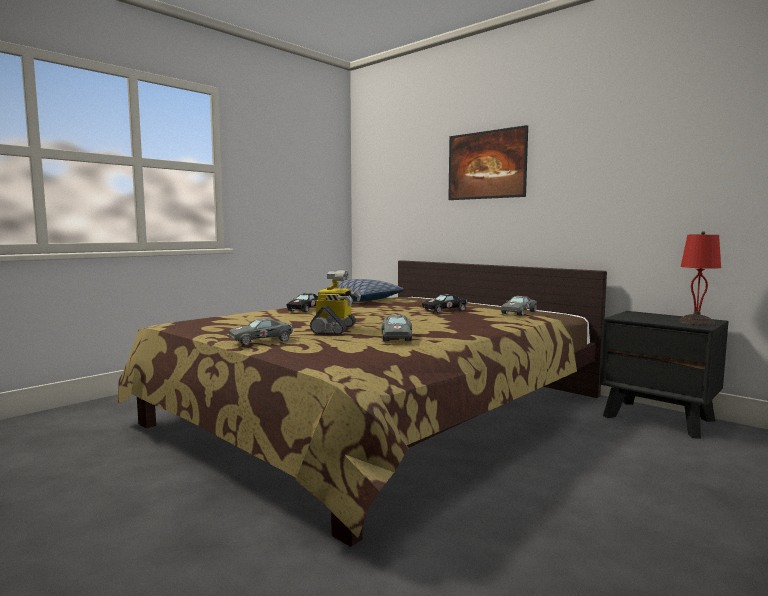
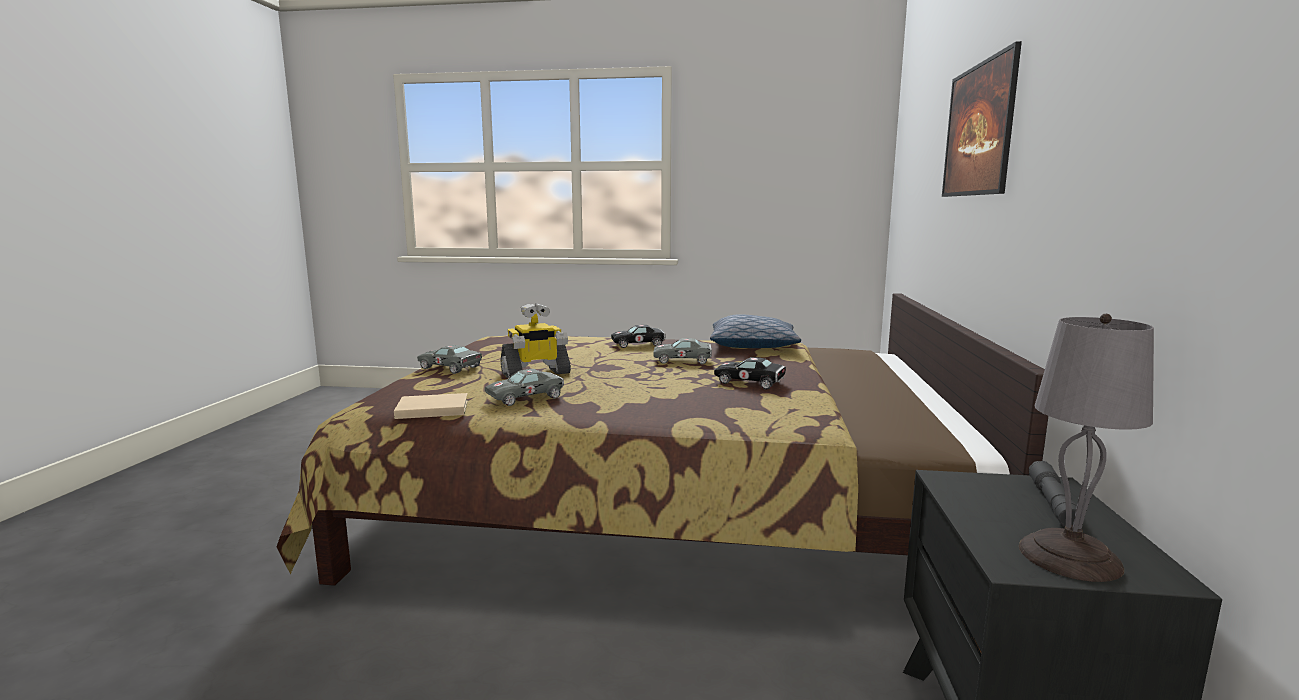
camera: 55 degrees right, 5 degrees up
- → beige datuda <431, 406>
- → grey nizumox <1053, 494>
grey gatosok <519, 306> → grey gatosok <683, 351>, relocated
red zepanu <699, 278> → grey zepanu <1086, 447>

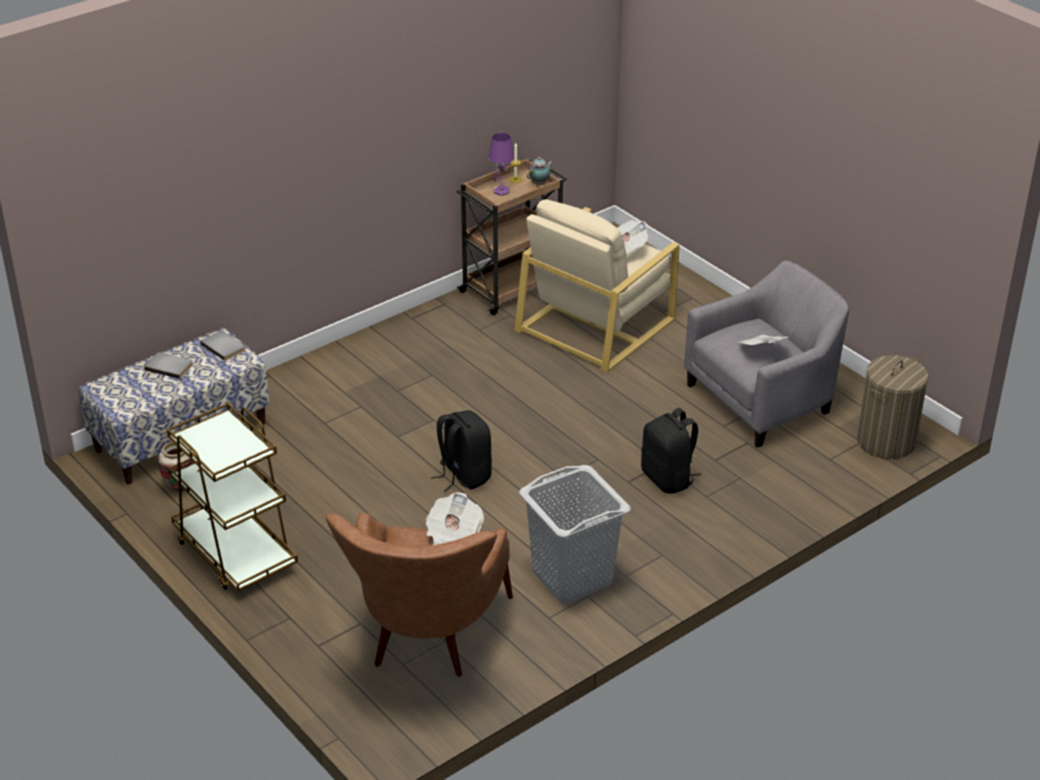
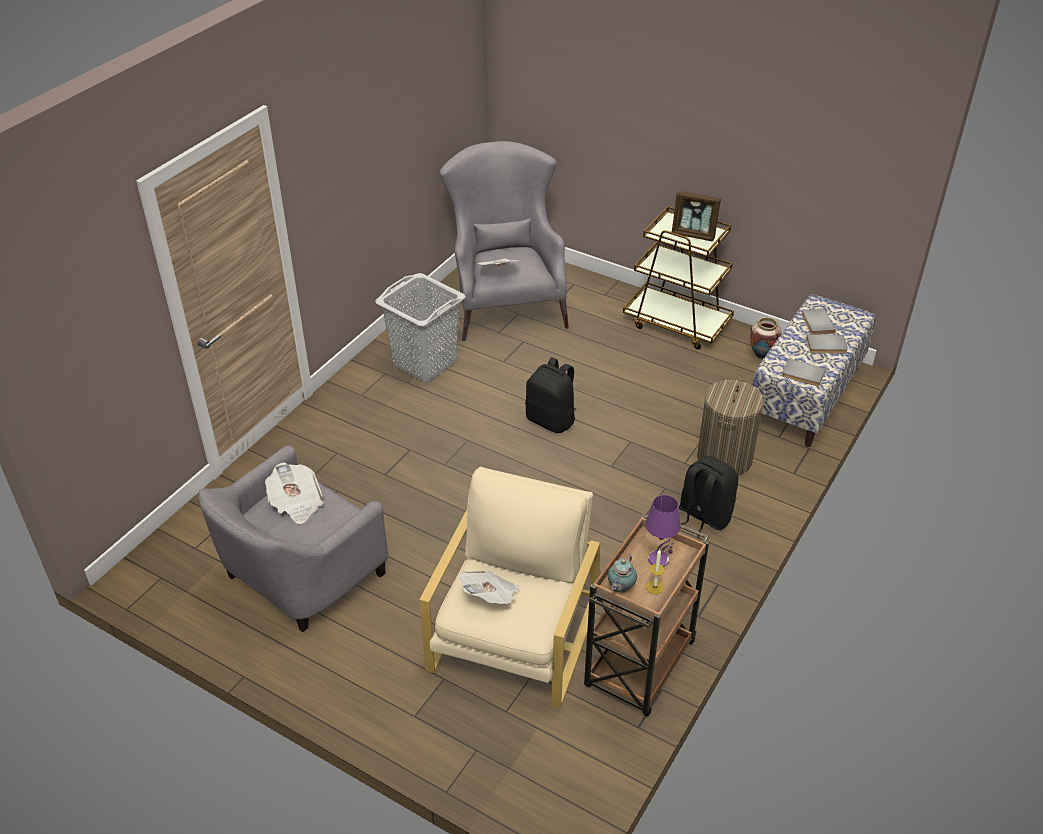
camera: 160 degrees right, 5 degrees up
- → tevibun <696, 216>
- → grey datuda <818, 321>
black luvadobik <671, 451> → black luvadobik <708, 497>, relocated
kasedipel <893, 407> → kasedipel <730, 427>, relocated
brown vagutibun <419, 595> → grey vagutibun <504, 241>

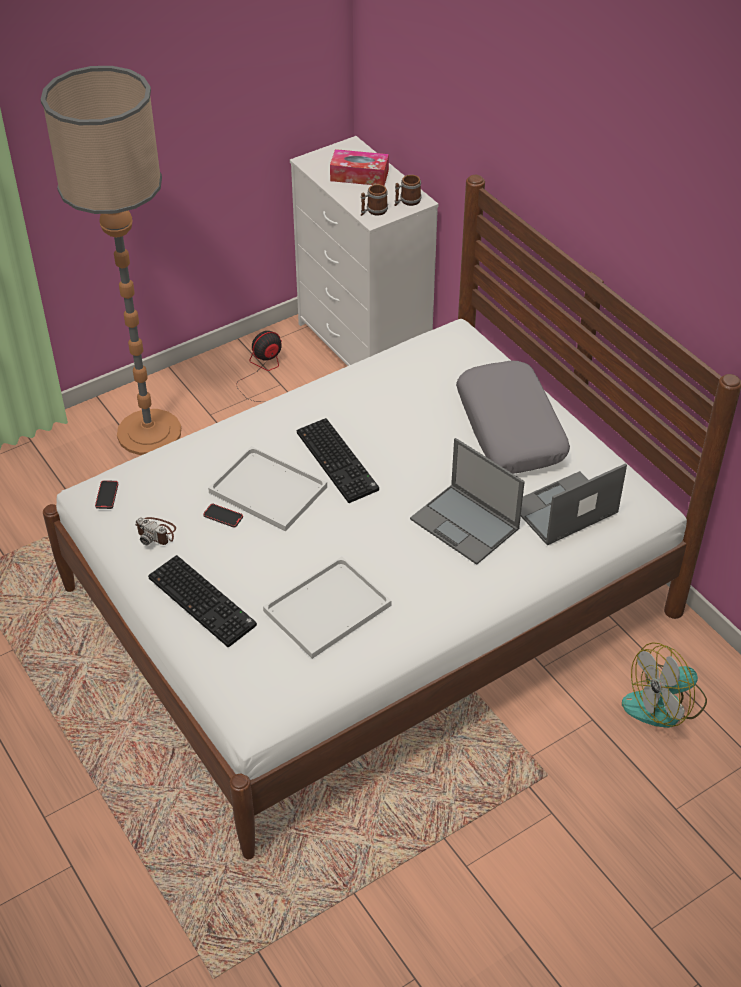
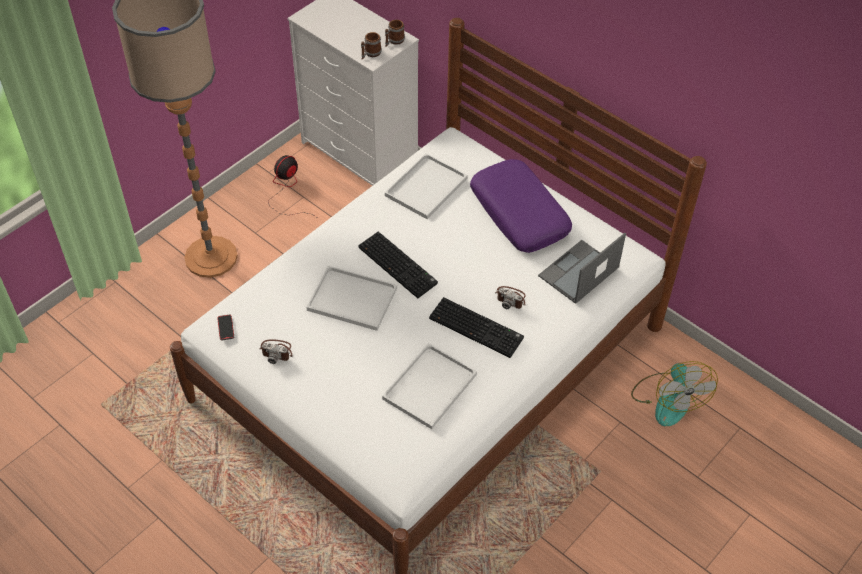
camera: 15 degrees left, 5 degrees up
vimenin <223, 516> → -
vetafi <359, 167> → -
- → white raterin <426, 186>
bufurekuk <202, 601> → bufurekuk <476, 327>, relocated
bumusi <467, 501> → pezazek <510, 297>
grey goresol <513, 417> → purple goresol <521, 206>
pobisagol <664, 685> → pobisagol <674, 393>, 60 degrees counterclockwise

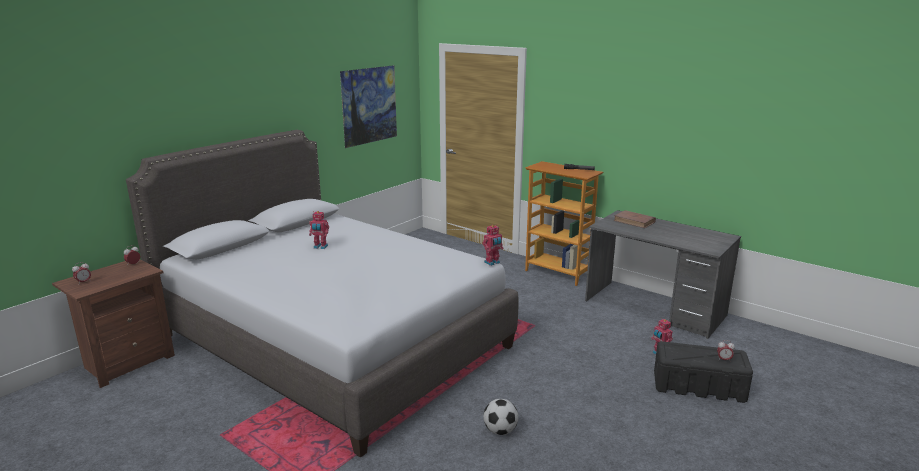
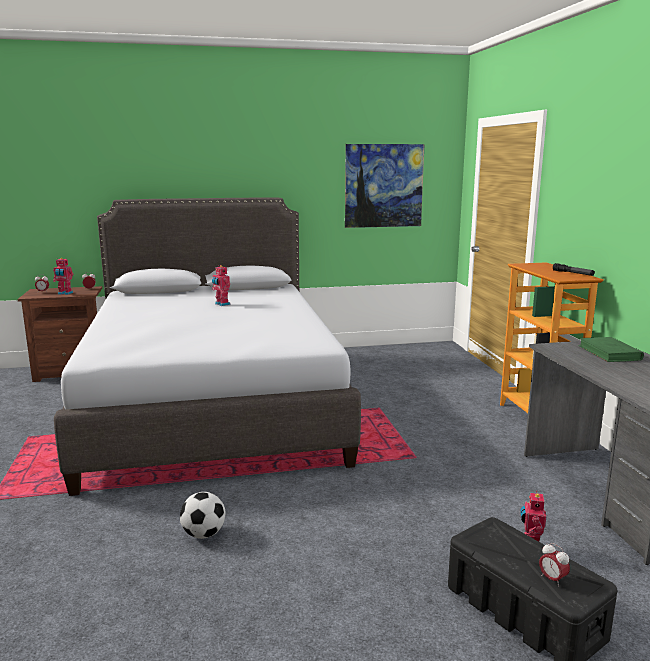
camera: 40 degrees right, 5 degrees down
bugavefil <493, 245> → bugavefil <63, 276>, relocated
brown datuda <634, 219> → green datuda <611, 349>

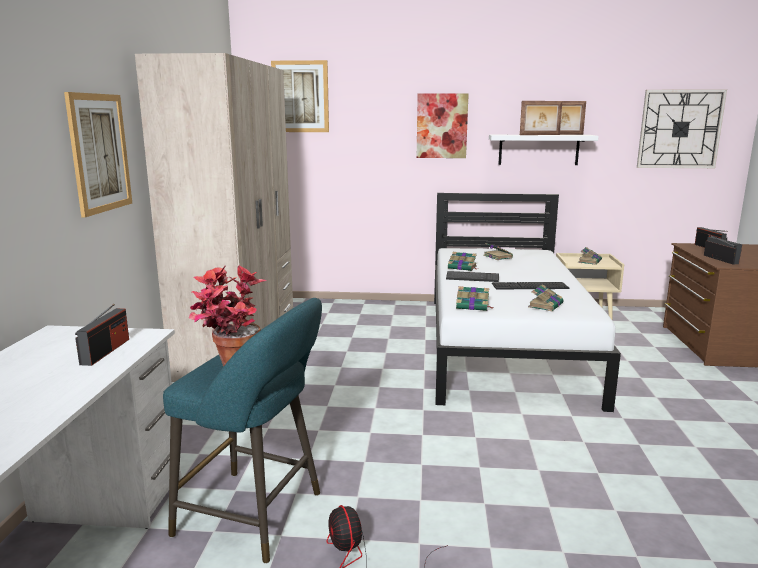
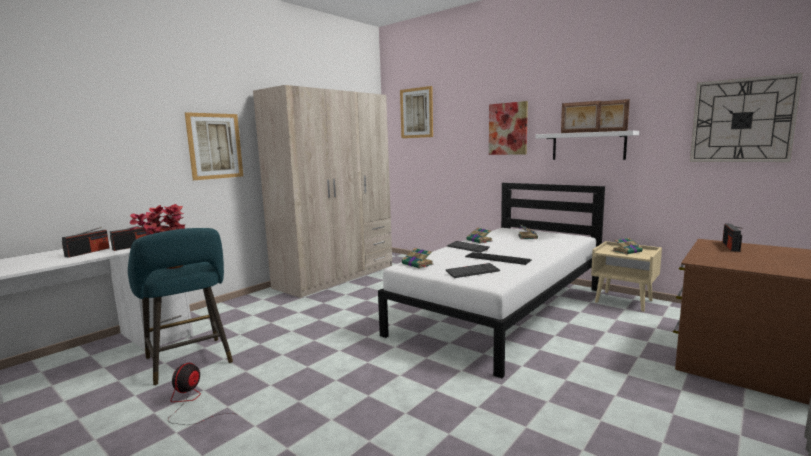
camera: 35 degrees right, 5 degrees down
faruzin <723, 249> → faruzin <86, 242>, relocated
datuda <546, 297> → bufurekuk <473, 270>

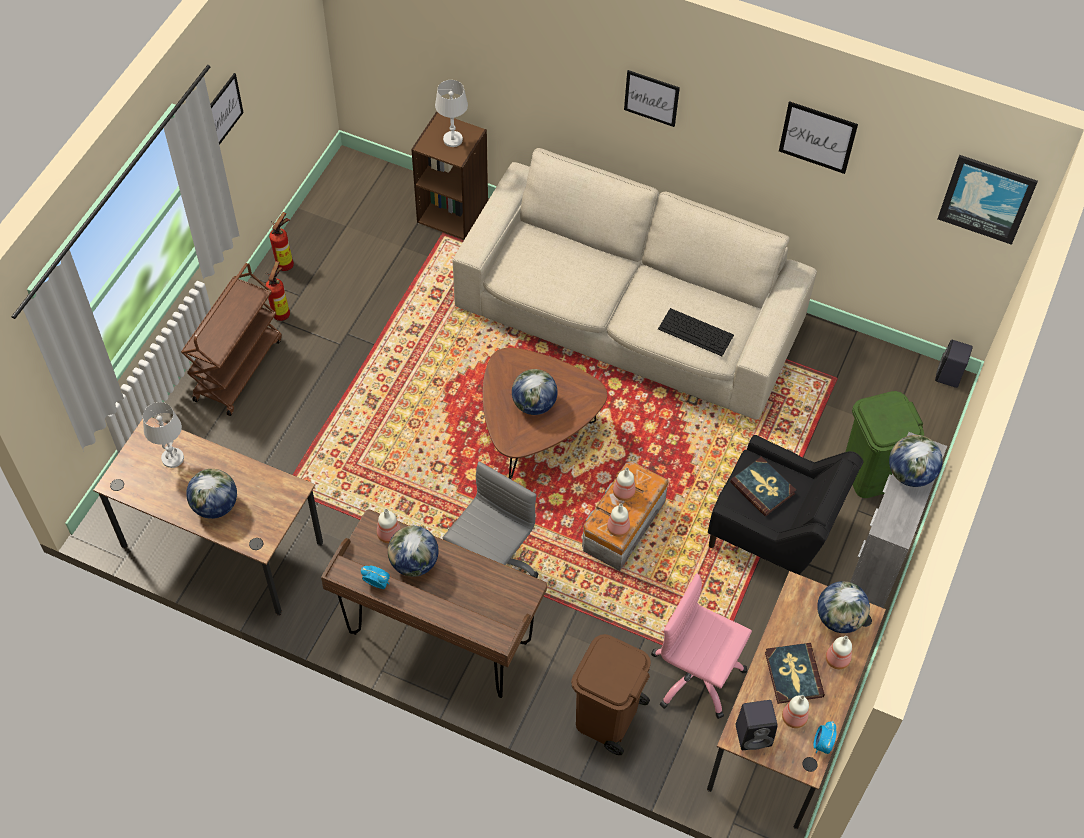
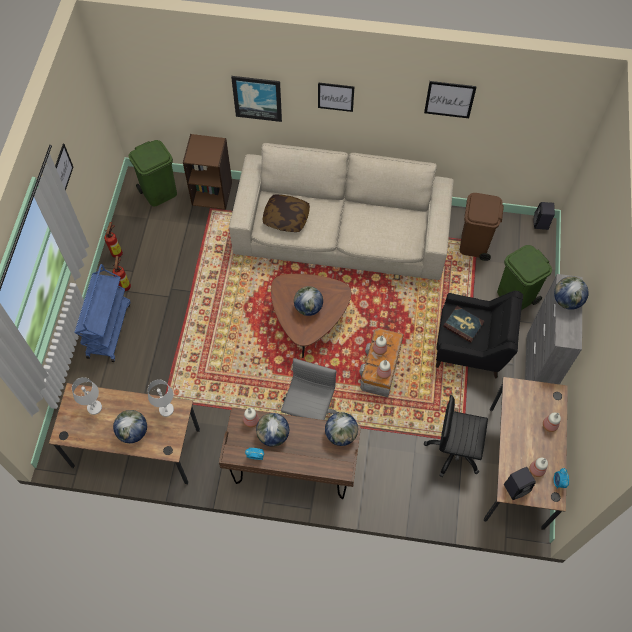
camera: 15 degrees left, 5 degrees up
bufurekuk <696, 332> → -
datuda <795, 673> → -
- → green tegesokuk <153, 173>
- → goresol <286, 213>
white zepanu <451, 113> → white zepanu <161, 398>, relocated
brown tegesokuk <611, 694> → brown tegesokuk <482, 227>, relocated
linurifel <843, 607> → linurifel <341, 429>, relocated
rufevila <987, 200> → rufevila <256, 99>, relocated
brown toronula <231, 339> → blue toronula <102, 313>
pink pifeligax <701, 646> → black pifeligax <456, 436>

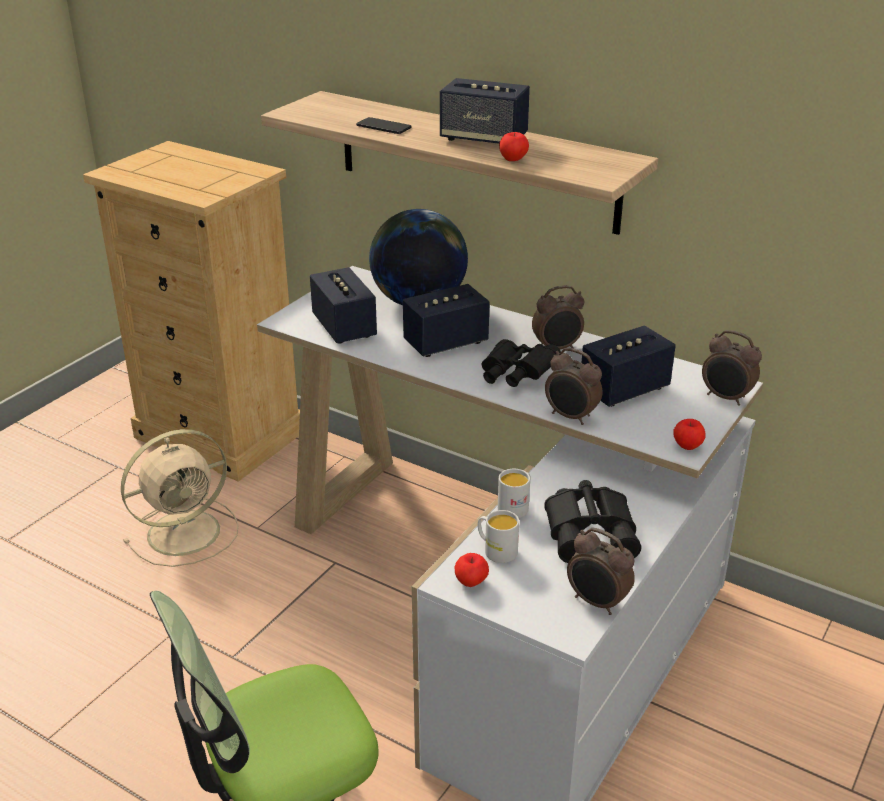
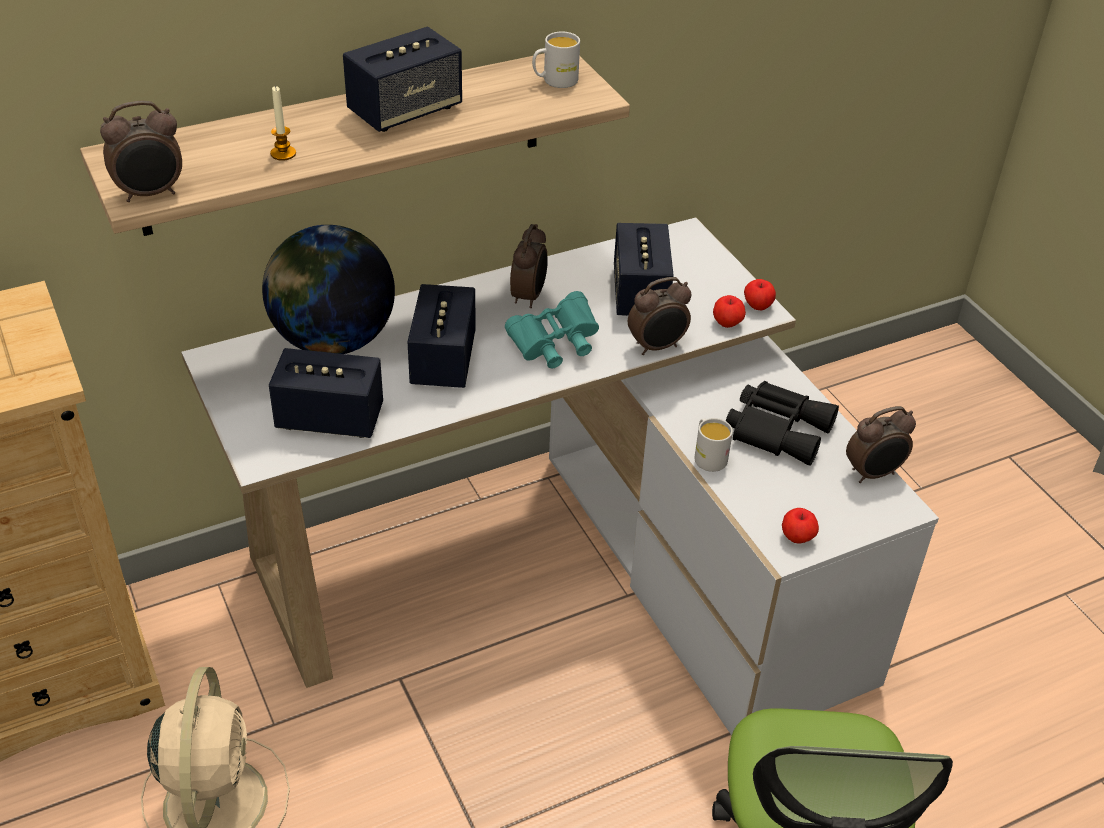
camera: 60 degrees left, 10 degrees up
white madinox <498, 536> → white madinox <556, 60>, relocated
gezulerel <514, 146> → gezulerel <729, 311>, relocated
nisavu <732, 368> → nisavu <141, 151>, relocated
vimenin <384, 125> → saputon <283, 123>
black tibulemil <521, 363> → turquoise tibulemil <552, 329>

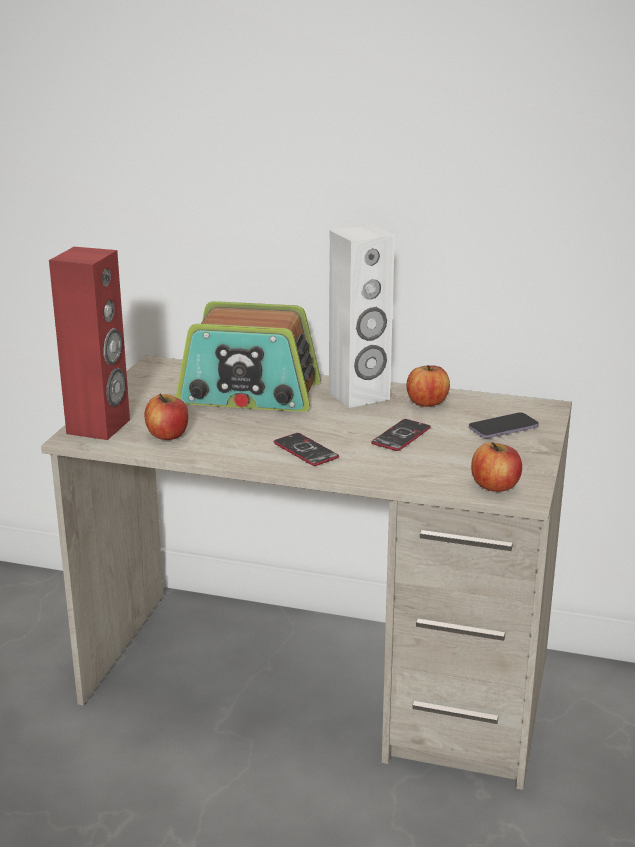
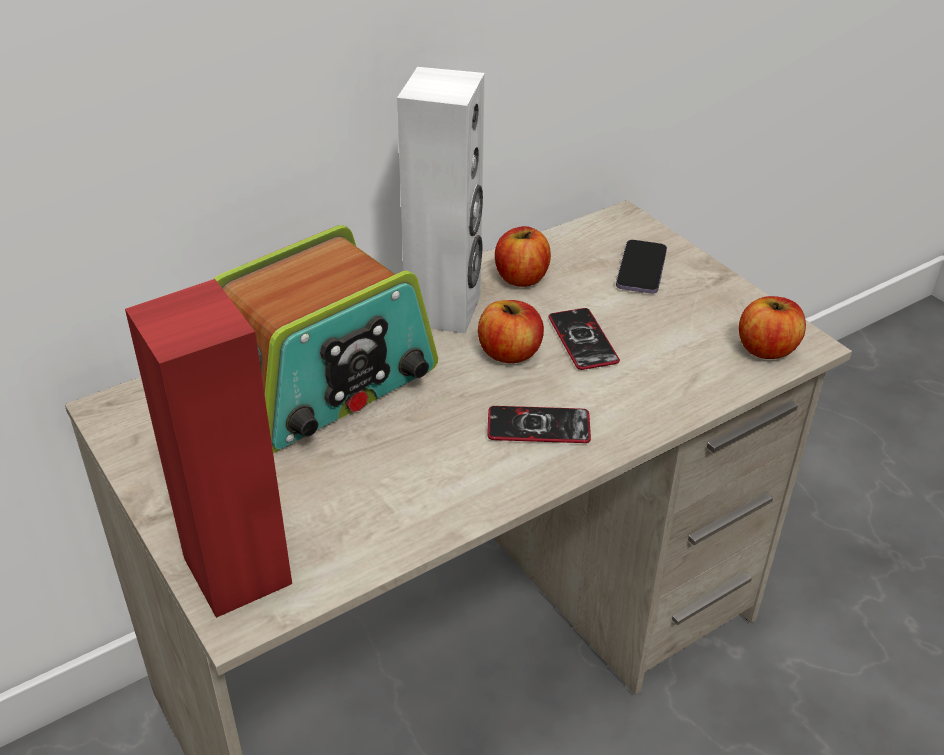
camera: 50 degrees left, 15 degrees up
gezulerel <166, 417> → gezulerel <511, 331>, relocated

